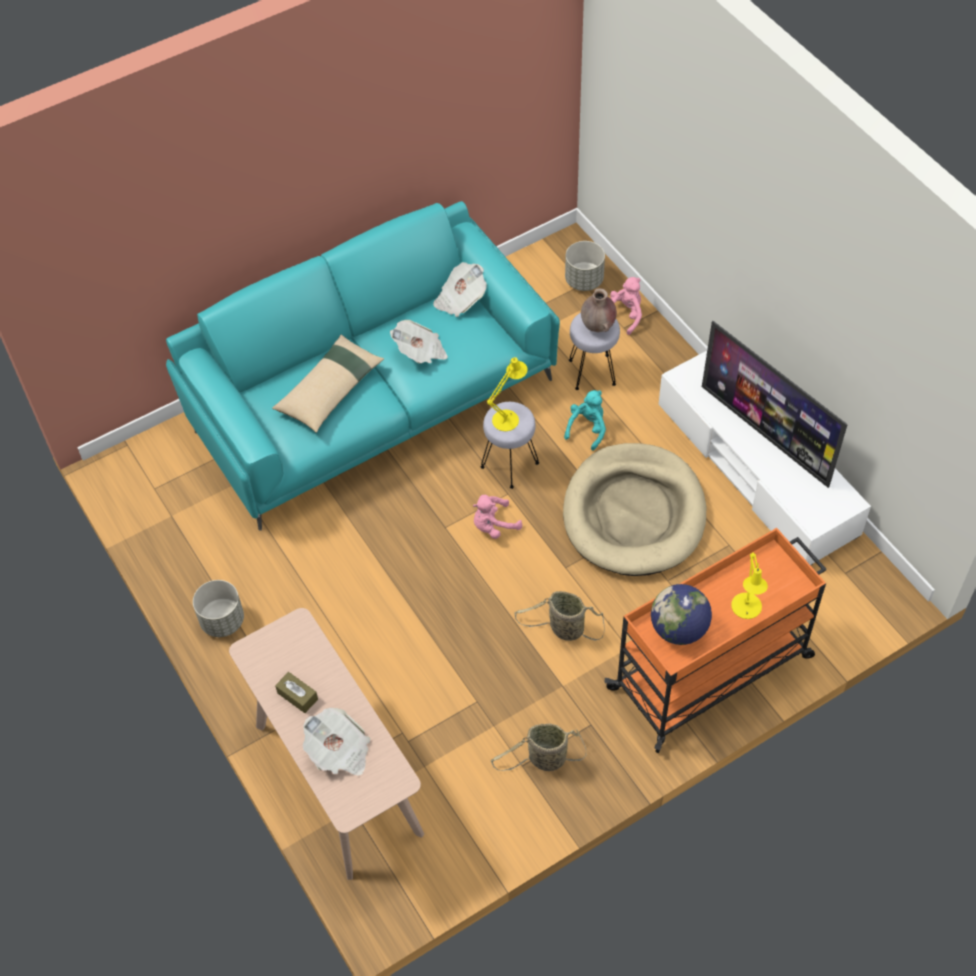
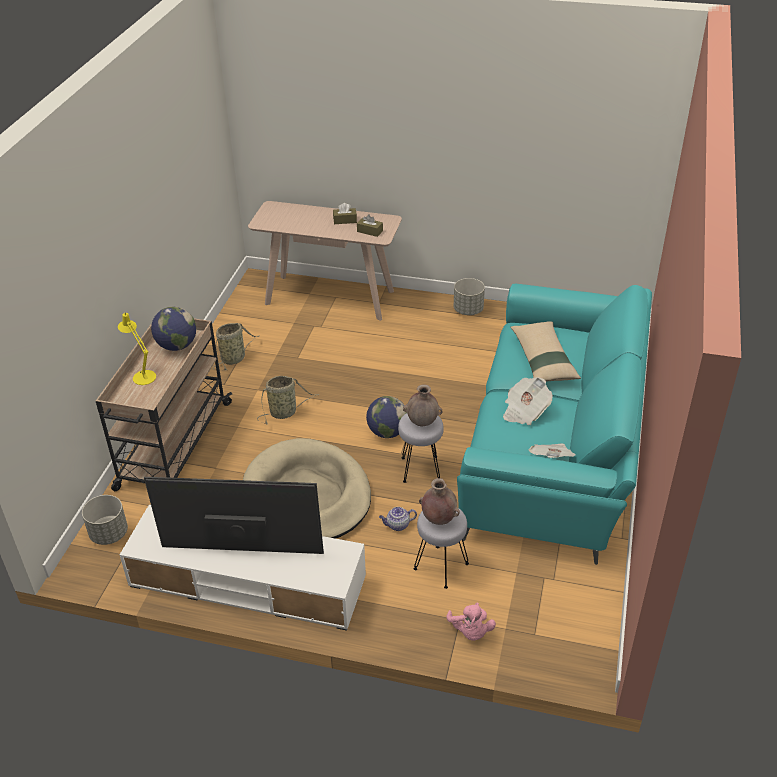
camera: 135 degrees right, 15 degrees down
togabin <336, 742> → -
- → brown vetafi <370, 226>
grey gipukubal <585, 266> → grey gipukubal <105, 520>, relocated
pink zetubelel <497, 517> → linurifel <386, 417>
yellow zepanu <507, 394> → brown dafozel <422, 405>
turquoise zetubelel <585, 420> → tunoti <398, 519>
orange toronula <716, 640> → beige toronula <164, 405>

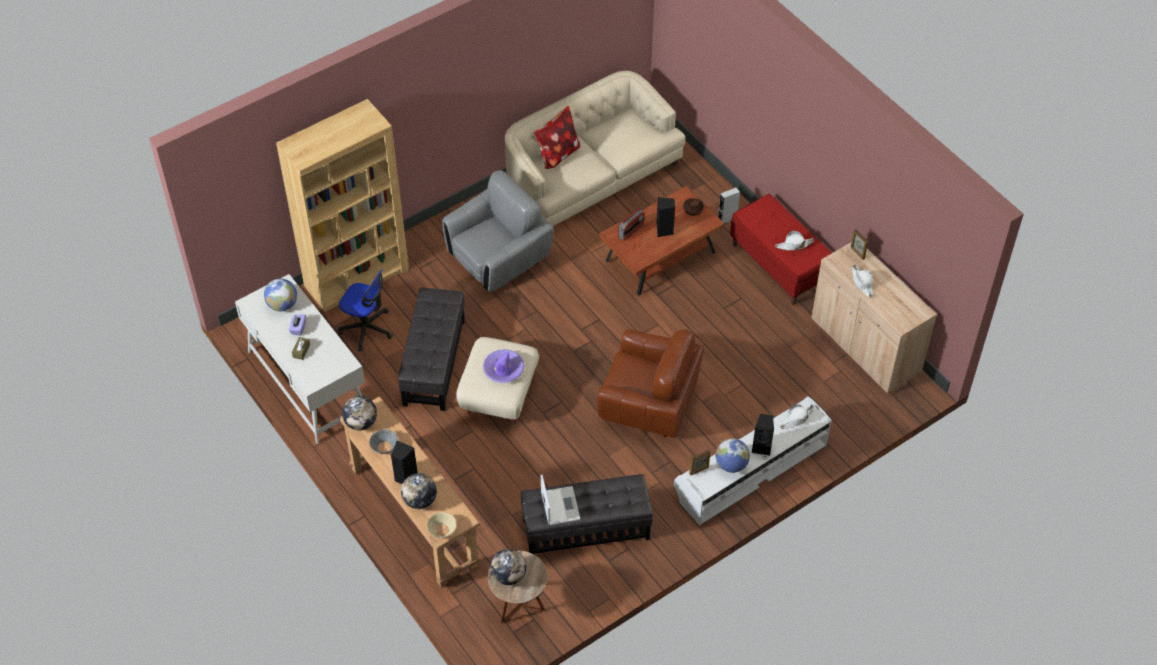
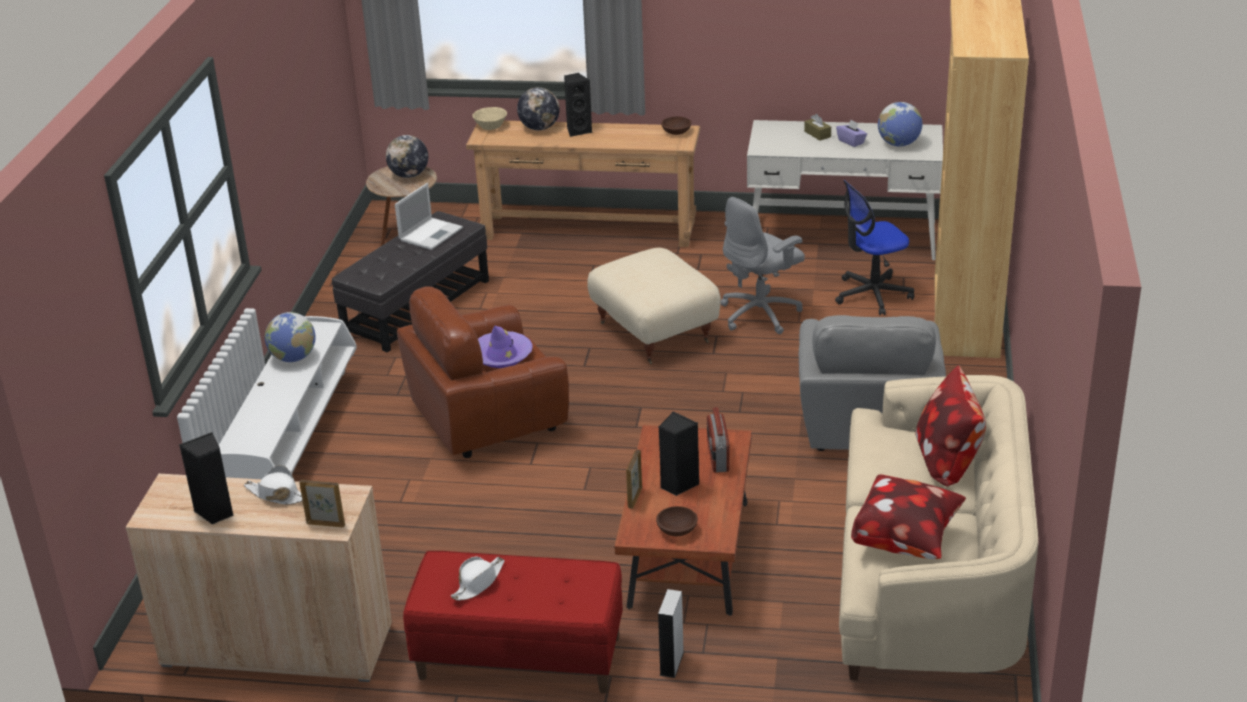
camera: 135 degrees right, 20 degrees down
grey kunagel <383, 442> → -
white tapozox <797, 416> → -
- → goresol <908, 516>
purple tapozox <503, 366> → purple tapozox <505, 347>, relocated
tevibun <699, 462> → tevibun <634, 479>, relocated
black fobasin <762, 434> → black fobasin <206, 478>, relocated
linurifel <359, 413> → brown kunagel <676, 126>
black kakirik <431, 349> → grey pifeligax <762, 265>
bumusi <560, 500> → bumusi <429, 216>, 90 degrees counterclockwise

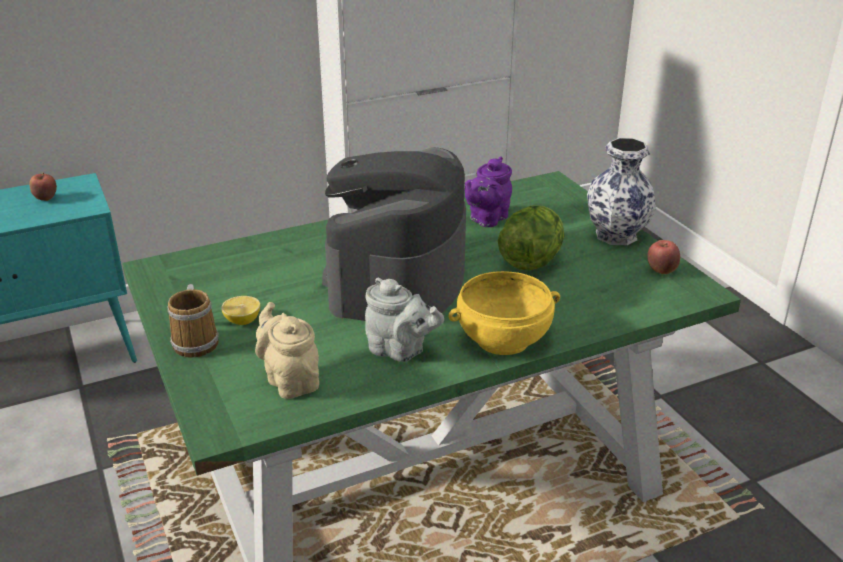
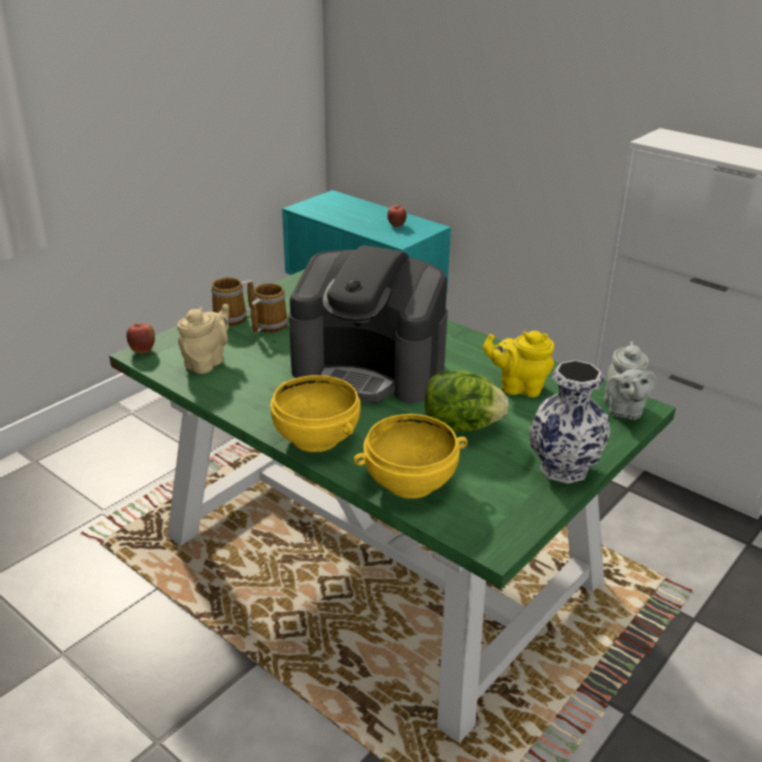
camera: 65 degrees right, 0 degrees up
- → yellow kunagel <411, 456>
grey tunoti <404, 320> → grey tunoti <630, 380>, relocated
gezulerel <663, 257> → gezulerel <141, 338>, relocated
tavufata <240, 310> → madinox <269, 308>
purple tunoti <488, 191> → yellow tunoti <518, 364>
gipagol <394, 234> → gipagol <368, 324>, 150 degrees counterclockwise

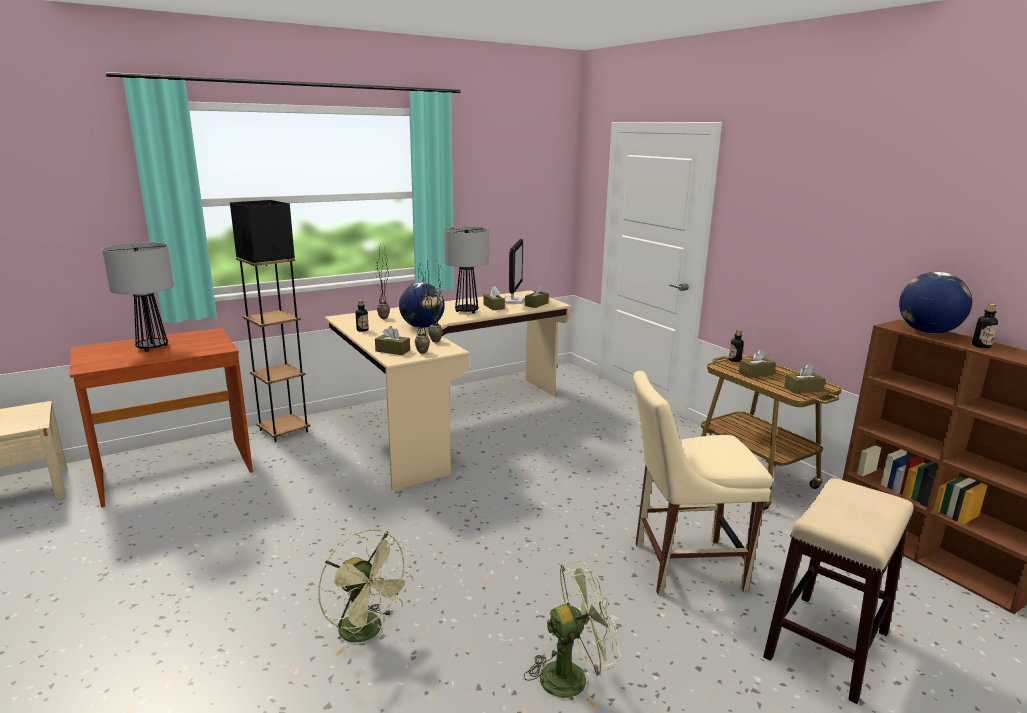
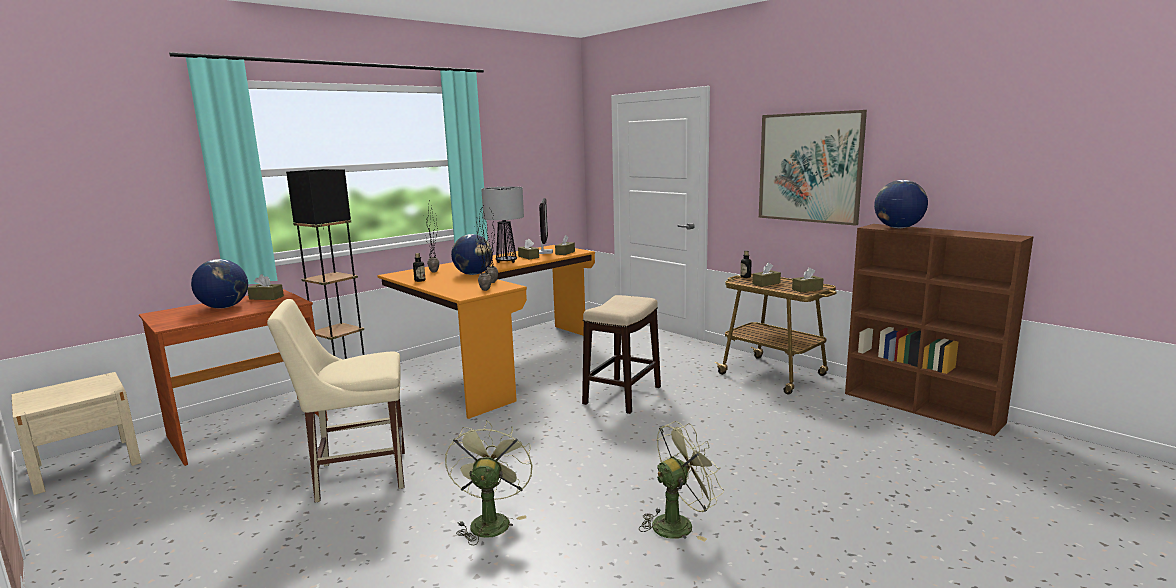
camera: 10 degrees left, 5 degrees down
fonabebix <985, 326> → -
- → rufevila <813, 168>
brown vetafi <392, 340> → brown vetafi <266, 287>, relocated
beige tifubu <703, 483> → beige tifubu <336, 400>, relocated
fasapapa <838, 591> → fasapapa <621, 354>, relocated
zepanu <138, 297> → linurifel <219, 283>
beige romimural <448, 390> → orange romimural <486, 332>
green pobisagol <365, 592> → green pobisagol <489, 482>, 120 degrees counterclockwise

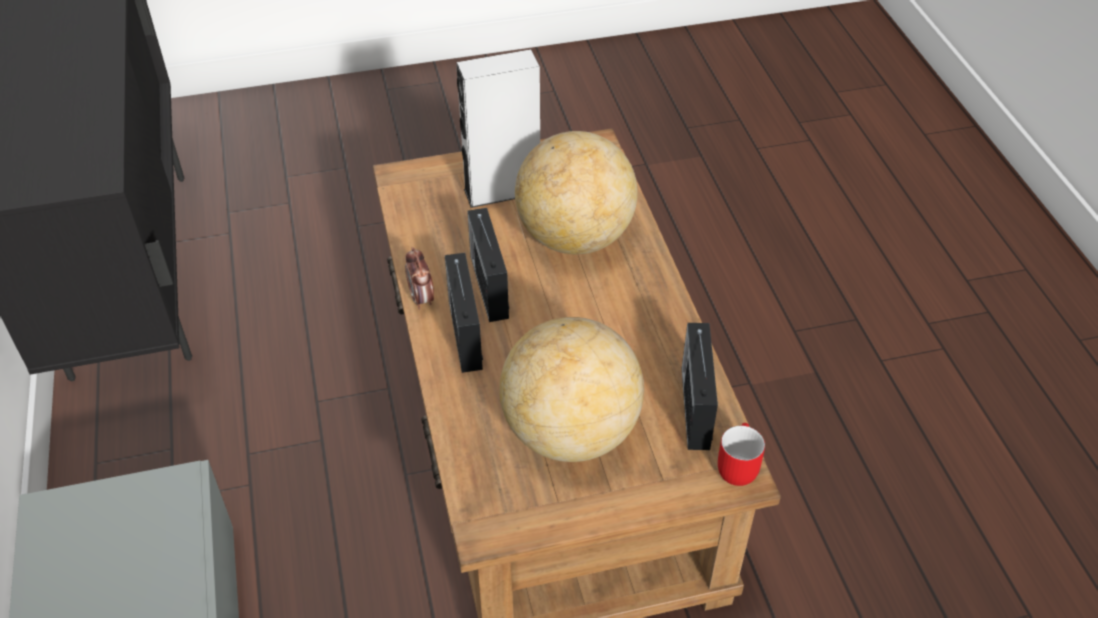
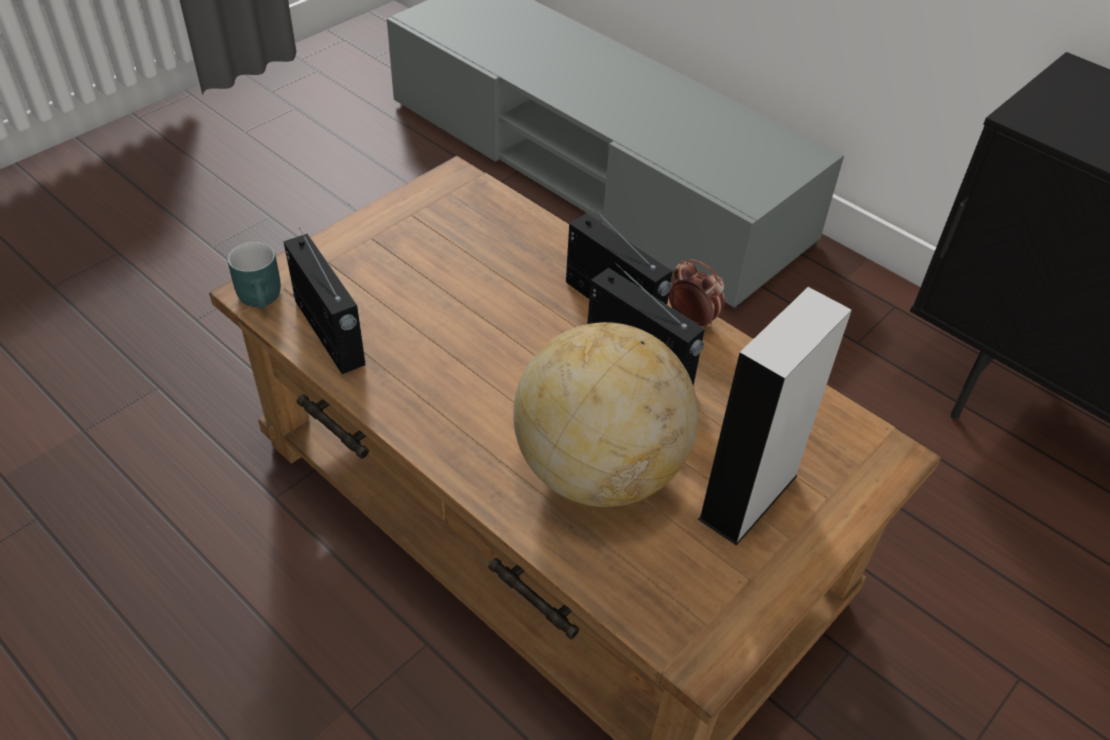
camera: 145 degrees right, 0 degrees up
linurifel <571, 389> → -
red madinox <741, 454> → turquoise madinox <254, 275>

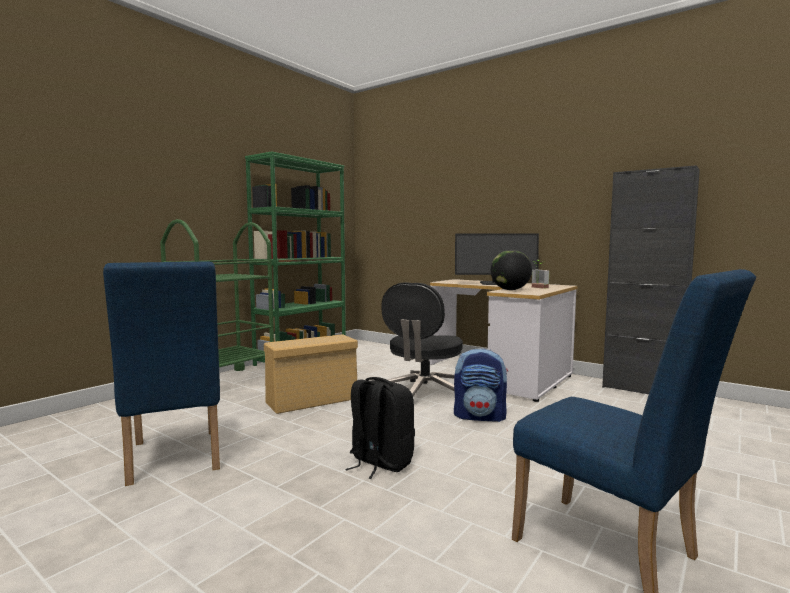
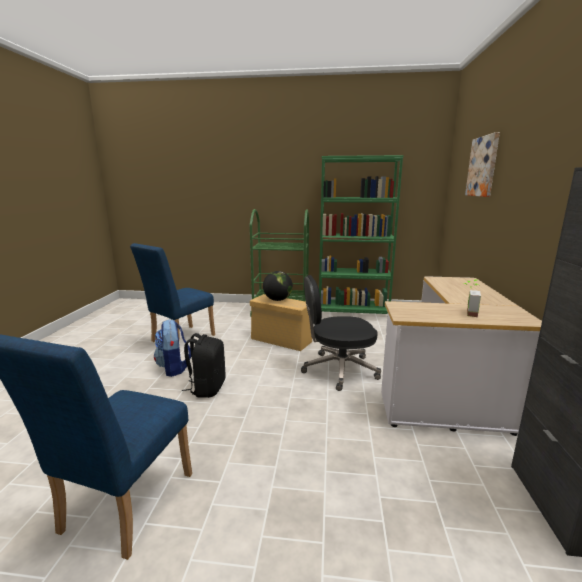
camera: 60 degrees right, 10 degrees up
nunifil <497, 259> → -
- → rufevila <482, 164>
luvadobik <481, 385> → luvadobik <172, 348>, relocated
linurifel <511, 270> → linurifel <278, 286>, relocated

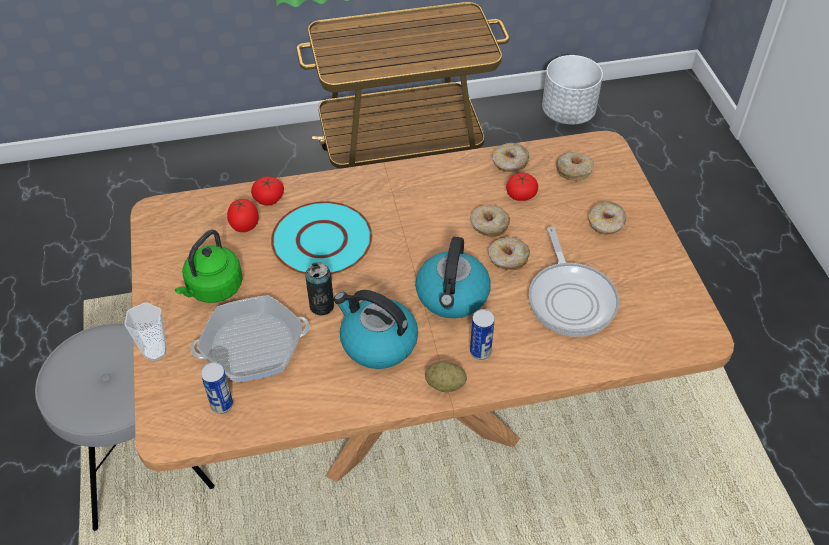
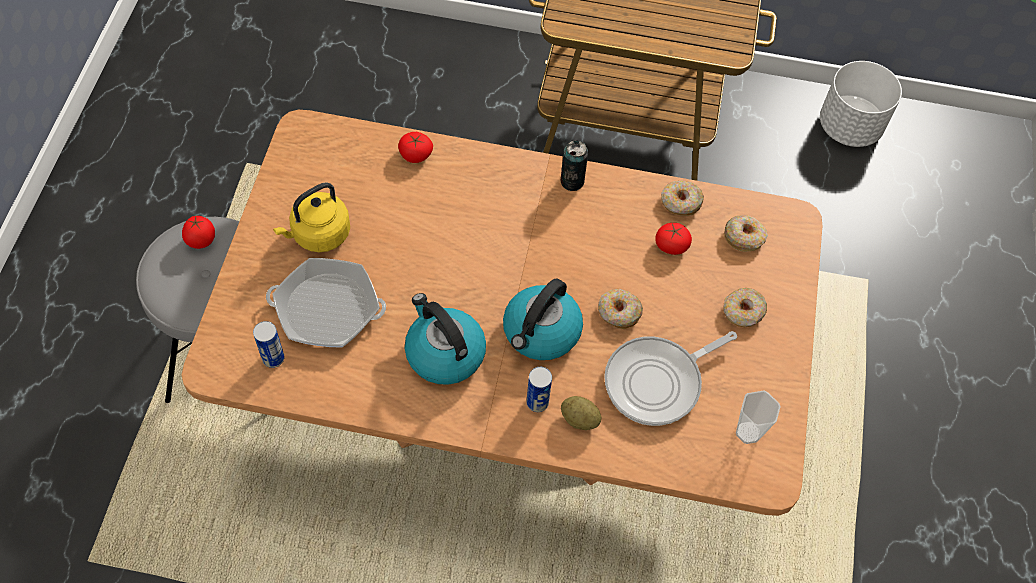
camera: 20 degrees right, 10 degrees up
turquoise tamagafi <321, 238> → -
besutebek <490, 221> → -
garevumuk <145, 331> → garevumuk <758, 417>, relocated
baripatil <243, 215> → baripatil <198, 232>, relocated
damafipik <319, 288> → damafipik <574, 165>, relocated
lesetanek <446, 377> → lesetanek <581, 413>, relocated
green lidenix <209, 266> → yellow lidenix <311, 217>
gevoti <574, 282> → gevoti <670, 378>, 45 degrees clockwise

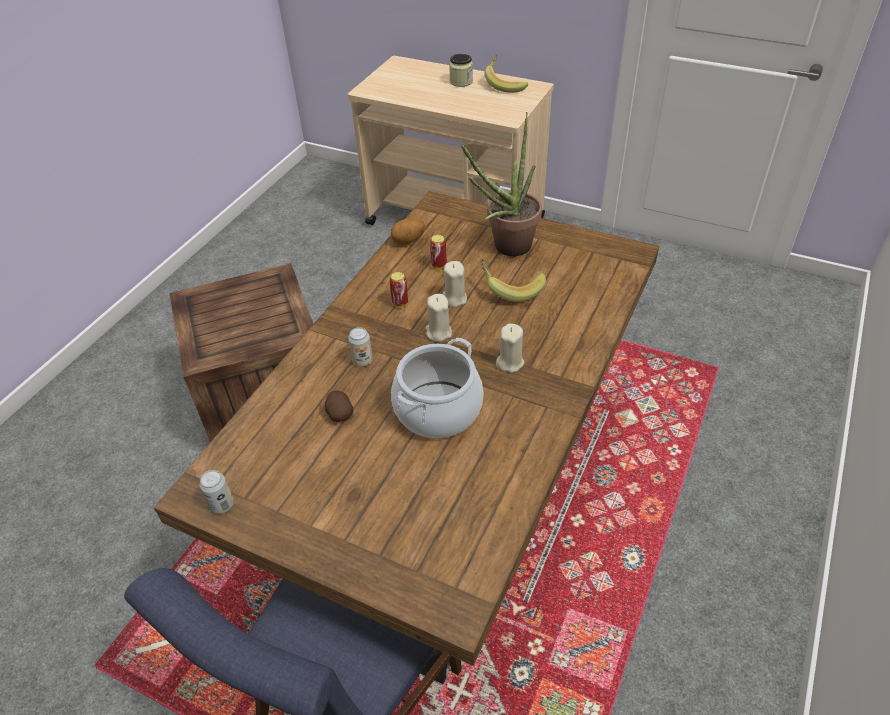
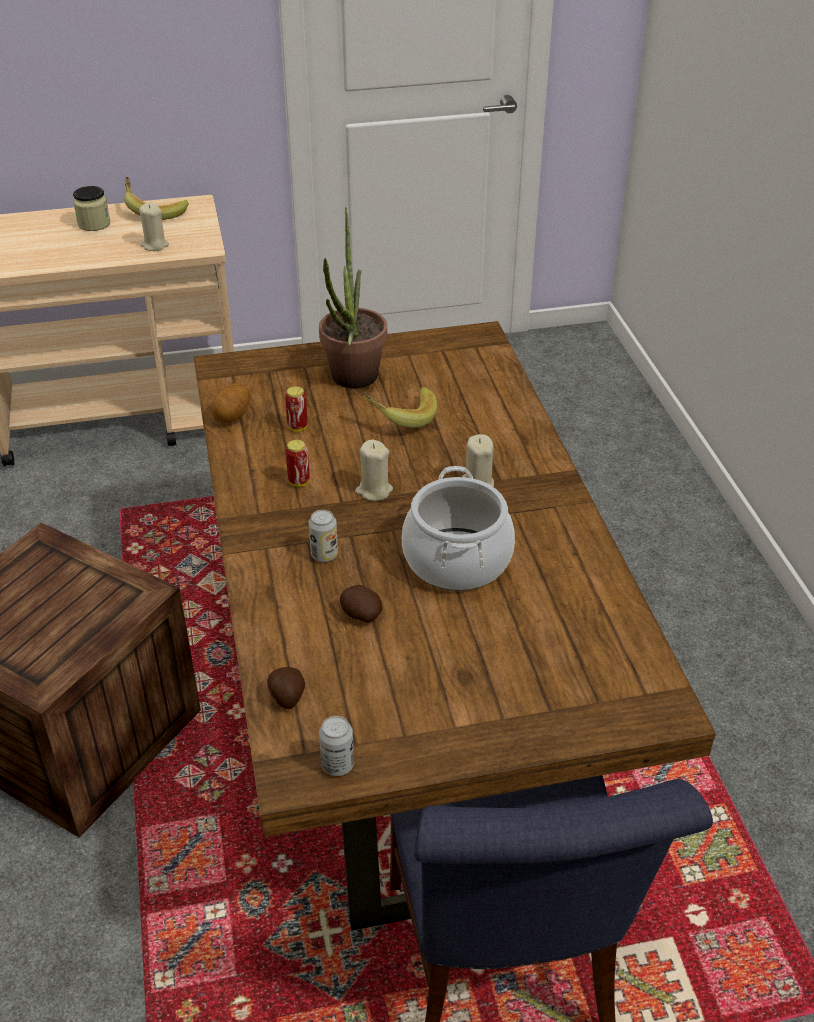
camera: 40 degrees left, 5 degrees down
- → lesetanek <286, 688>
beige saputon <454, 284> → beige saputon <154, 227>, relocated

